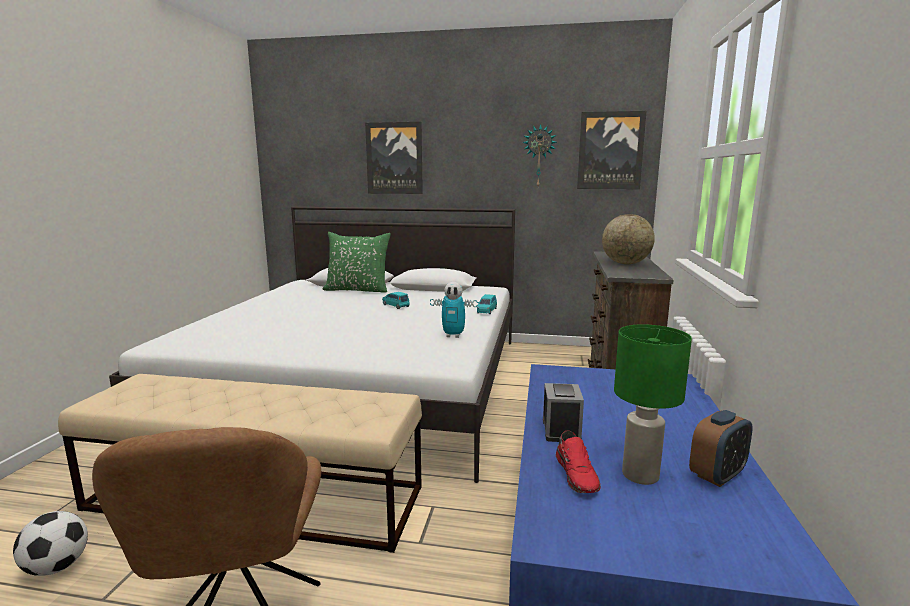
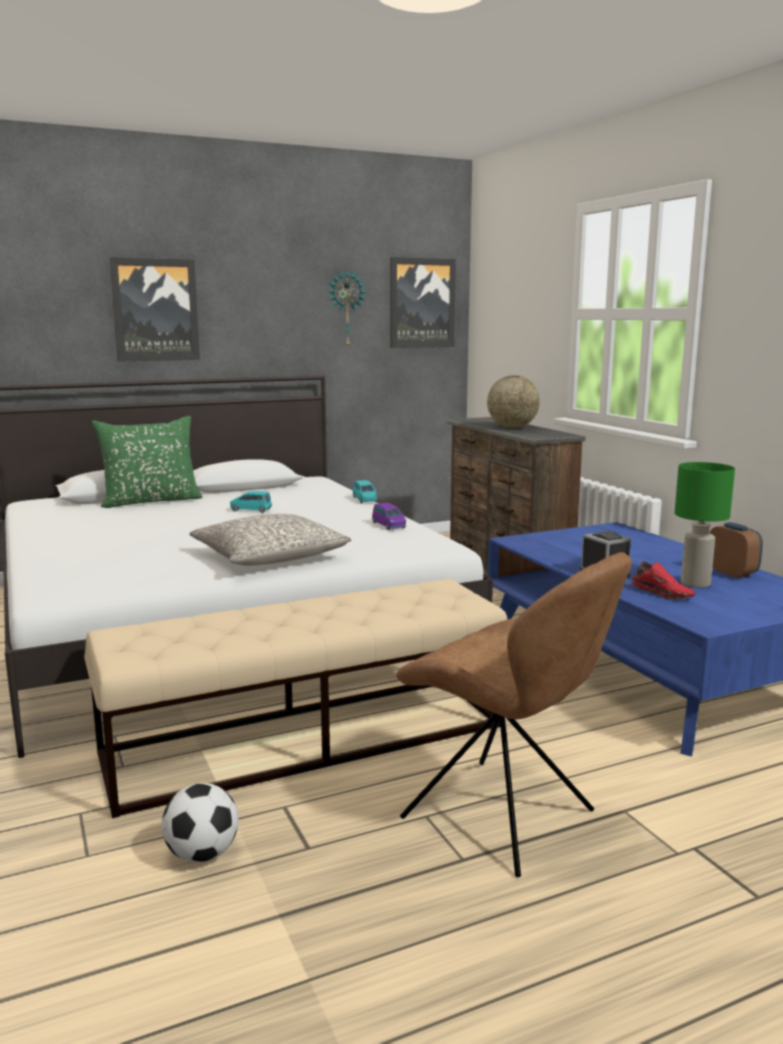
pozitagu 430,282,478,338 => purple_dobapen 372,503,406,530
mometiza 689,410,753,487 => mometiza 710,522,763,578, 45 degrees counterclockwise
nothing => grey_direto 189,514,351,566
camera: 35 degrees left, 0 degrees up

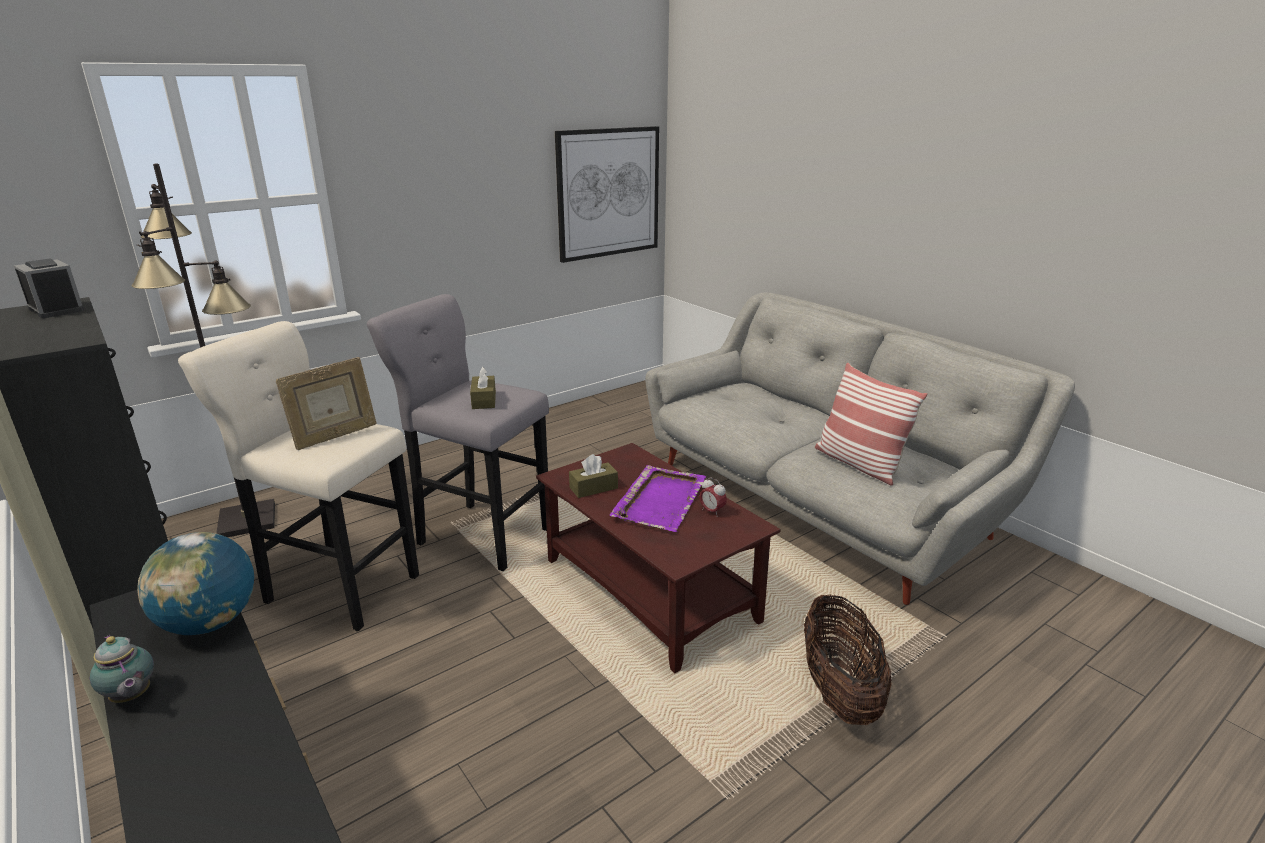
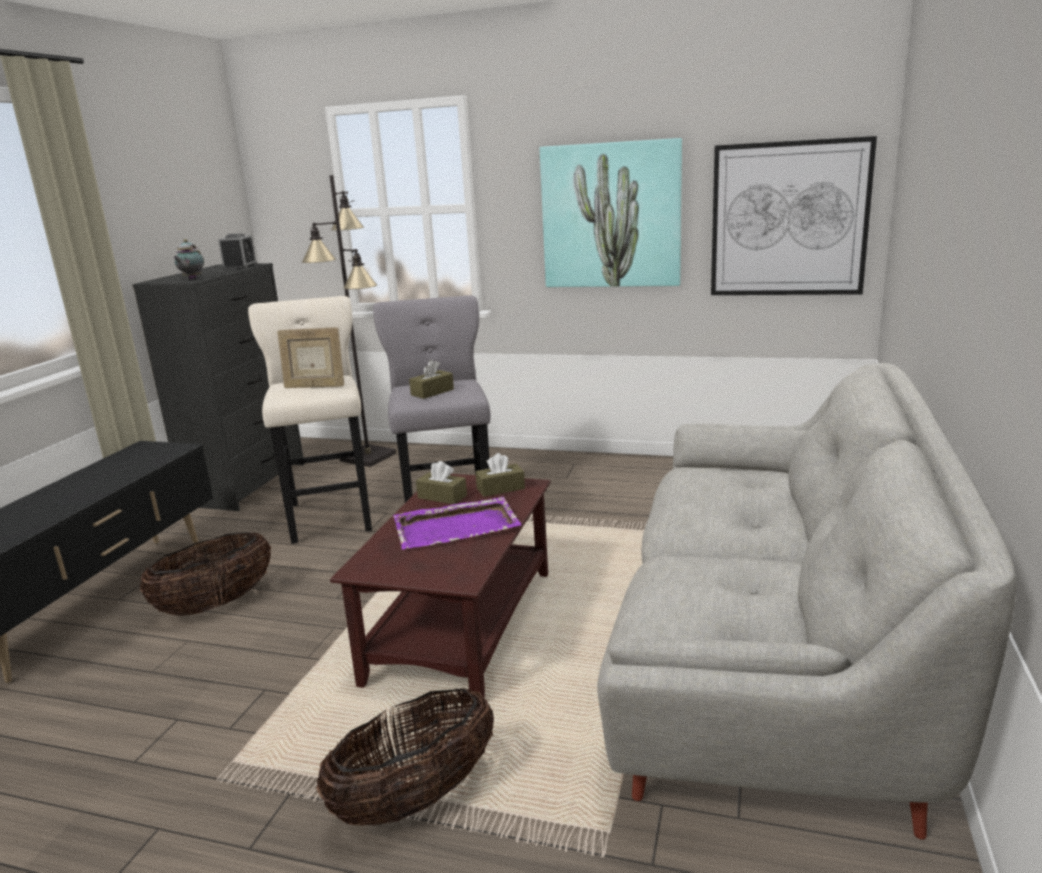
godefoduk 90,635,154,703 => godefoduk 173,239,204,279, move
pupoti 137,532,254,635 => nothing
mometiza 700,477,727,517 => nothing
direto 815,363,927,486 => nothing
nothing => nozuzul 140,532,271,616
nothing => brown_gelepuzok 475,453,525,497
nothing => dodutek 539,138,682,287
camera: 55 degrees right, 5 degrees down

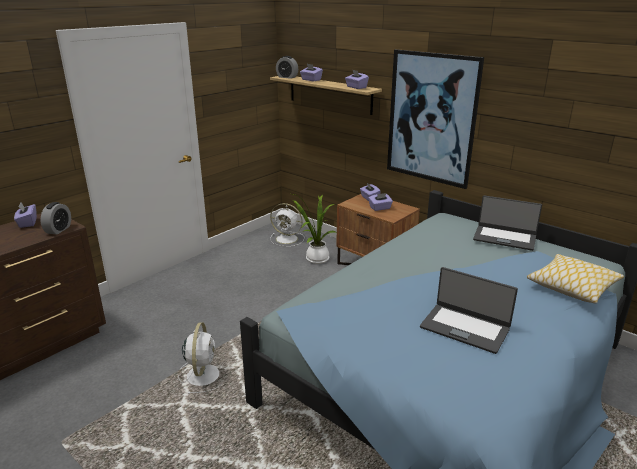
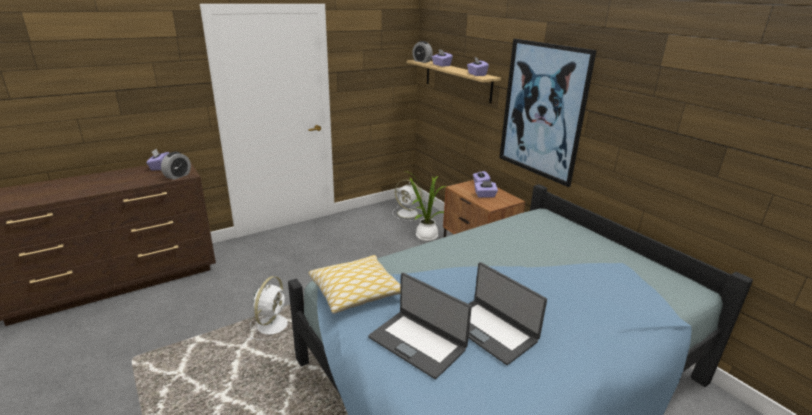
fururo 473,195,542,251 => fururo 368,273,472,379, move
direto 527,254,624,304 => direto 308,255,401,314, move
camera: 15 degrees right, 0 degrees up

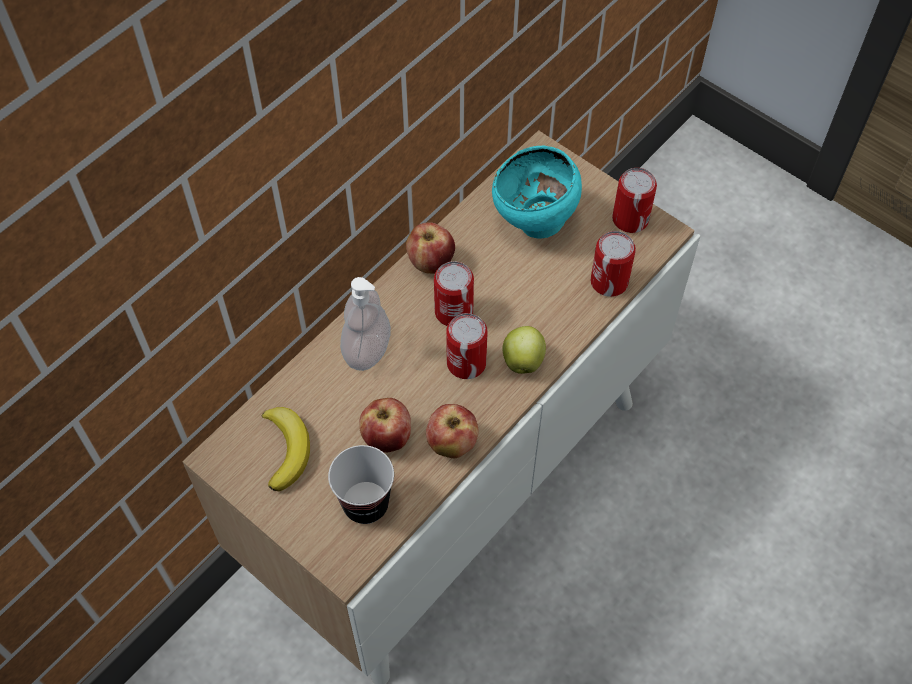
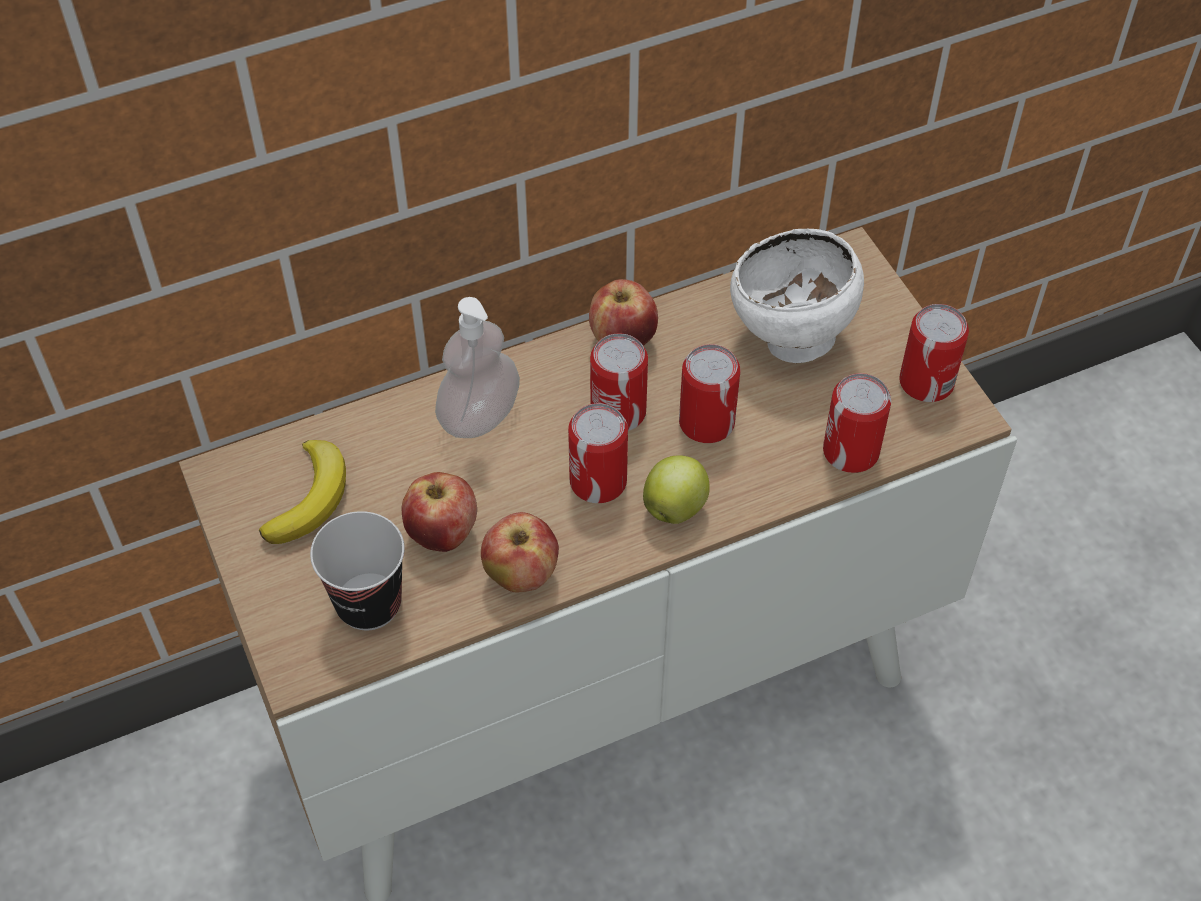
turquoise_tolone 492,146,582,239 => white_tolone 730,229,864,363
nothing => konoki 679,344,740,443
camera: 25 degrees right, 5 degrees down

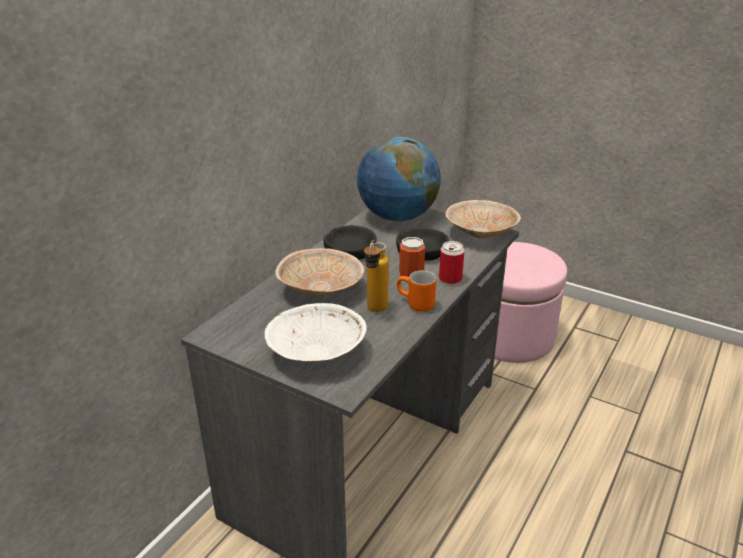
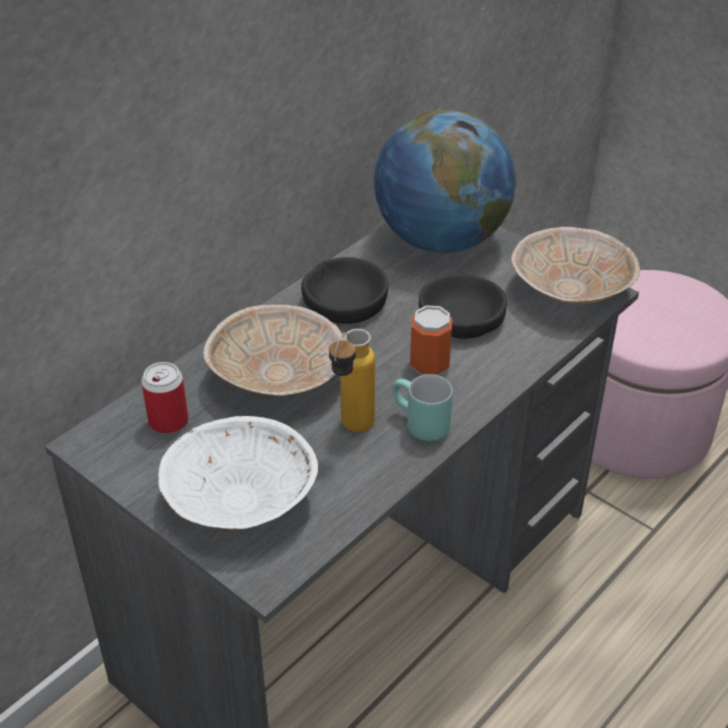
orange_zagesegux 397,271,436,312 => turquoise_zagesegux 393,374,453,441
konoki 439,241,464,284 => konoki 141,362,188,434, move
camera: 10 degrees right, 10 degrees up

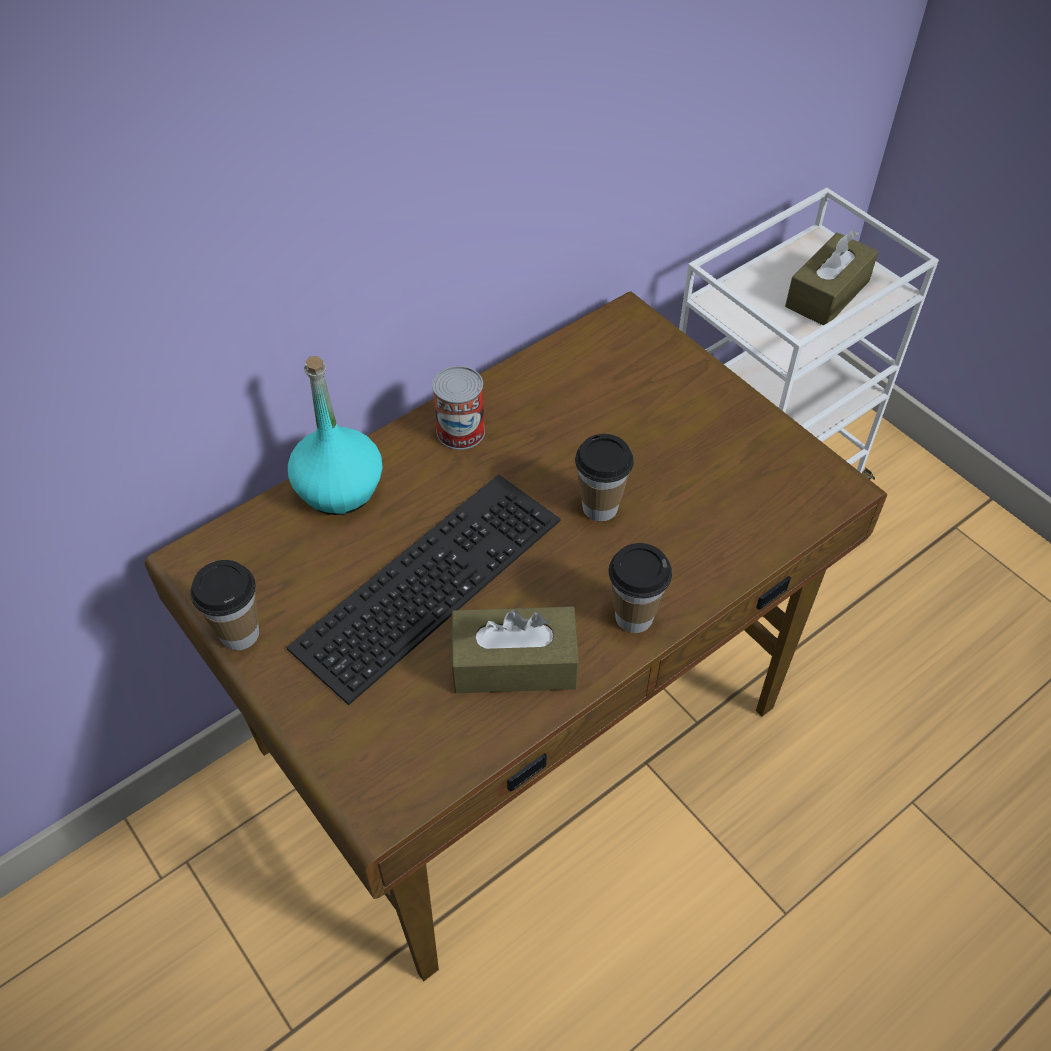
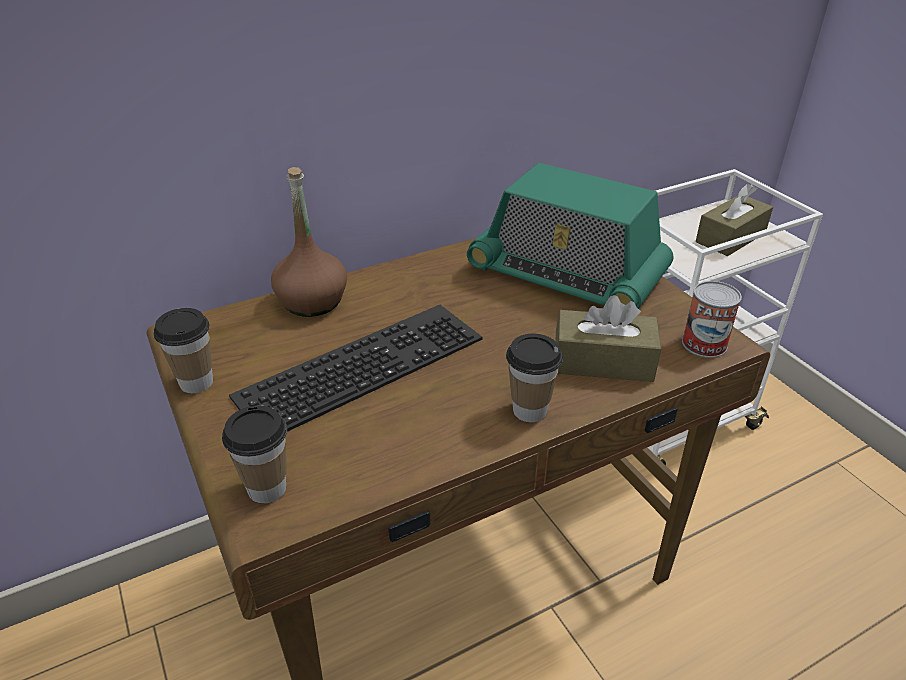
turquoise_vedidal 288,356,383,515 => brown_vedidal 271,167,347,317
konoki 432,366,485,450 => konoki 682,281,742,358, move
brown_gelepuzok 451,606,579,693 => brown_gelepuzok 556,295,661,382, move
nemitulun 575,434,634,522 => nemitulun 222,405,287,504, move
nothing => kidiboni 467,163,673,309
camera: 10 degrees right, 15 degrees down

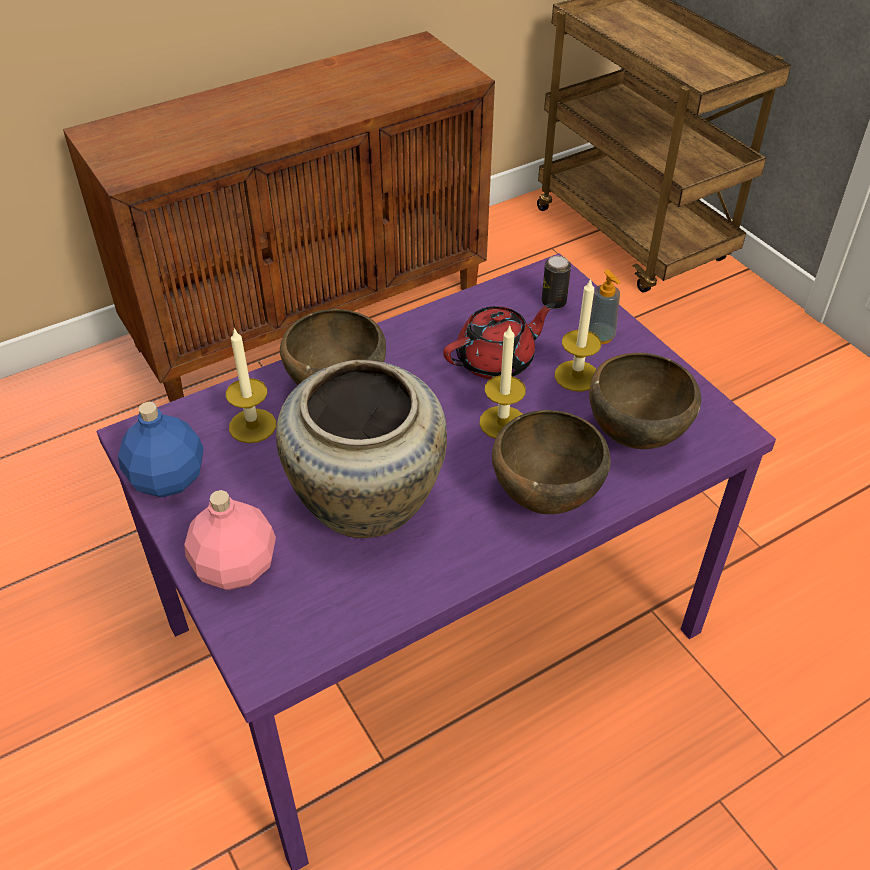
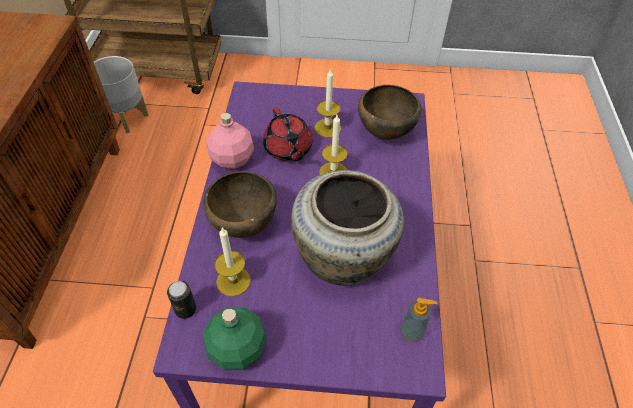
blue_vedidal 118,402,204,497 => green_vedidal 203,308,266,370
pink_vedidal 184,490,276,590 => pink_vedidal 206,113,254,169, move
red_godefoduk 443,303,555,379 => red_godefoduk 263,107,313,161, 150 degrees clockwise
brown_tolone 492,410,611,514 => nothing
konoki 541,256,571,309 => konoki 167,281,196,319, move
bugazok 588,270,620,344 => bugazok 400,298,438,342, move
nothing => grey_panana 94,56,148,133
camera: 55 degrees left, 5 degrees up

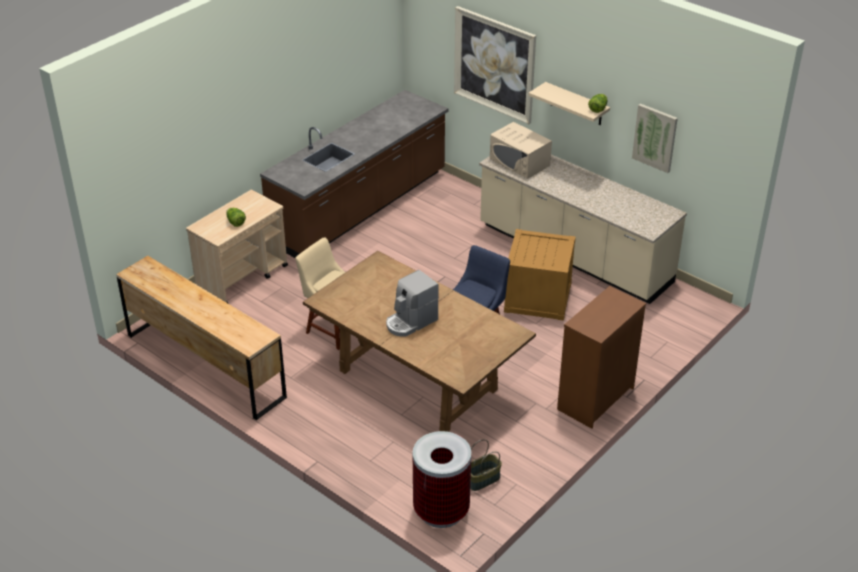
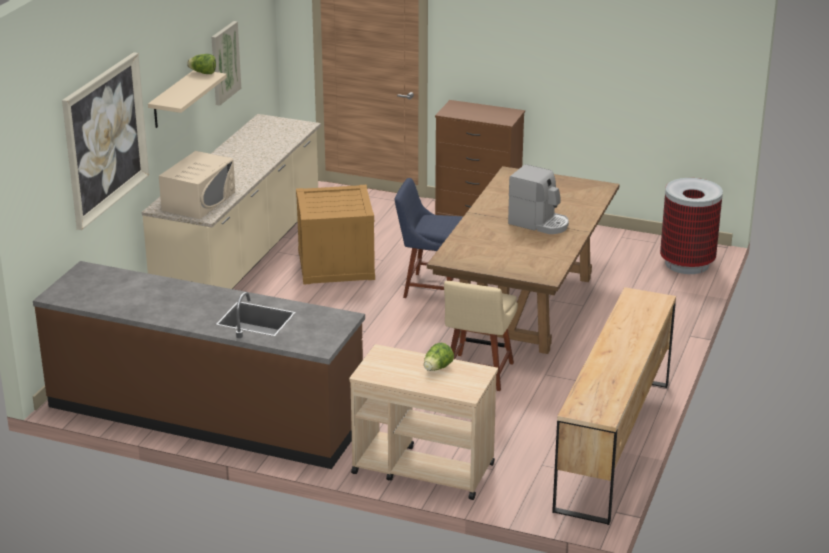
nozuzul 470,439,502,491 => nothing
camera: 110 degrees left, 10 degrees down

